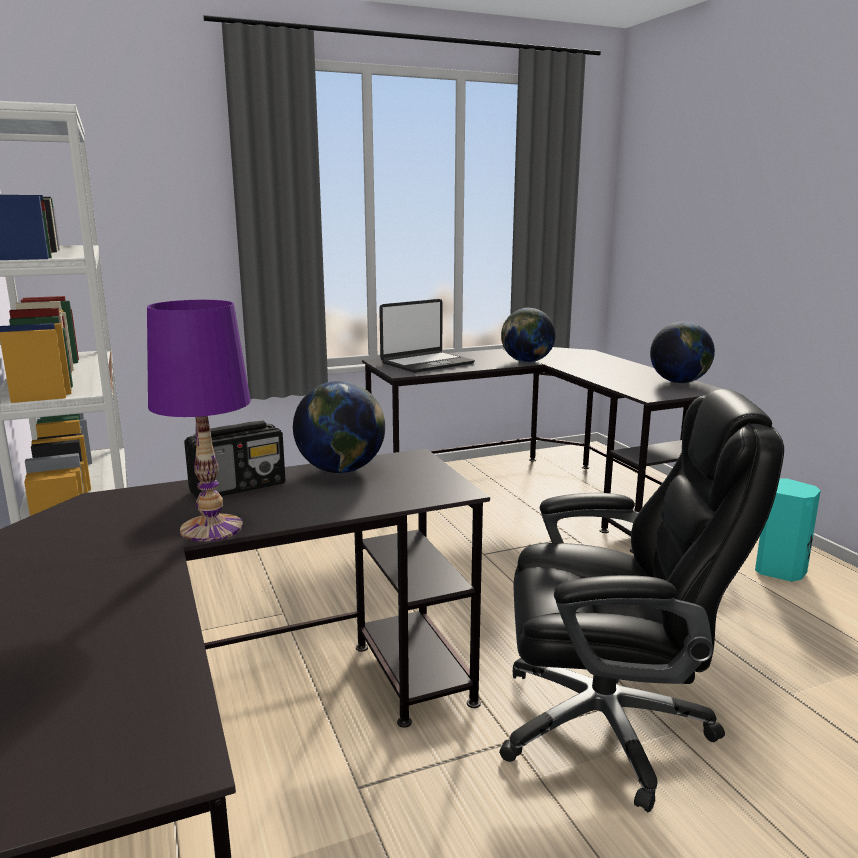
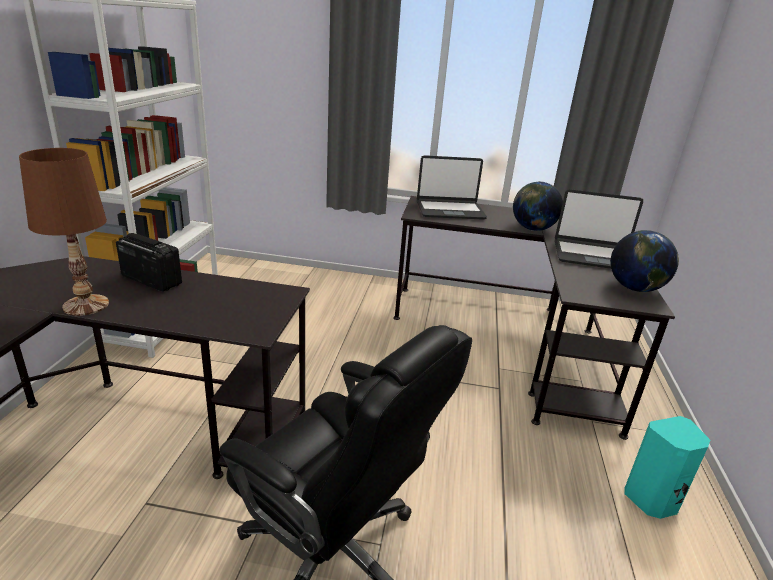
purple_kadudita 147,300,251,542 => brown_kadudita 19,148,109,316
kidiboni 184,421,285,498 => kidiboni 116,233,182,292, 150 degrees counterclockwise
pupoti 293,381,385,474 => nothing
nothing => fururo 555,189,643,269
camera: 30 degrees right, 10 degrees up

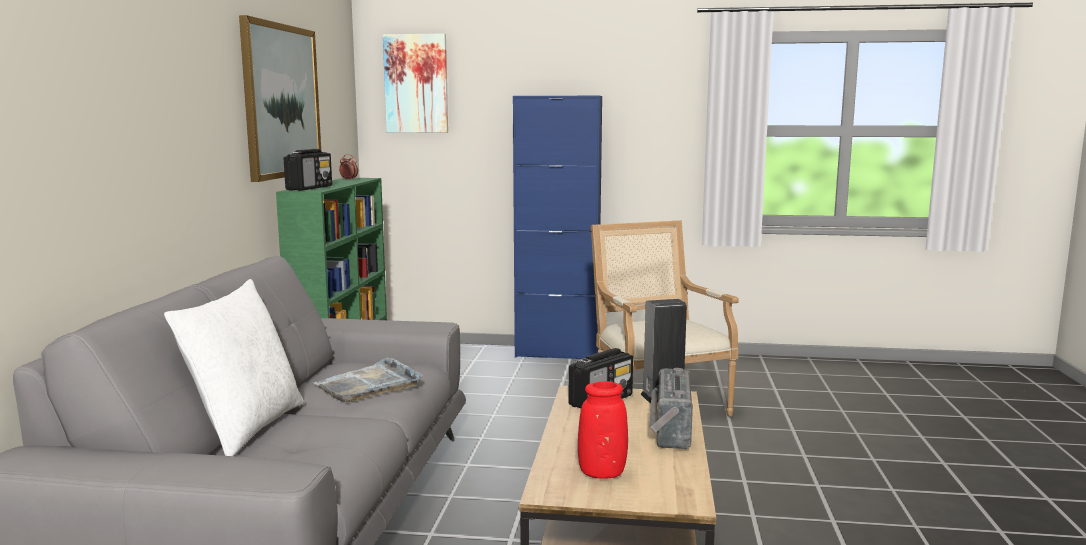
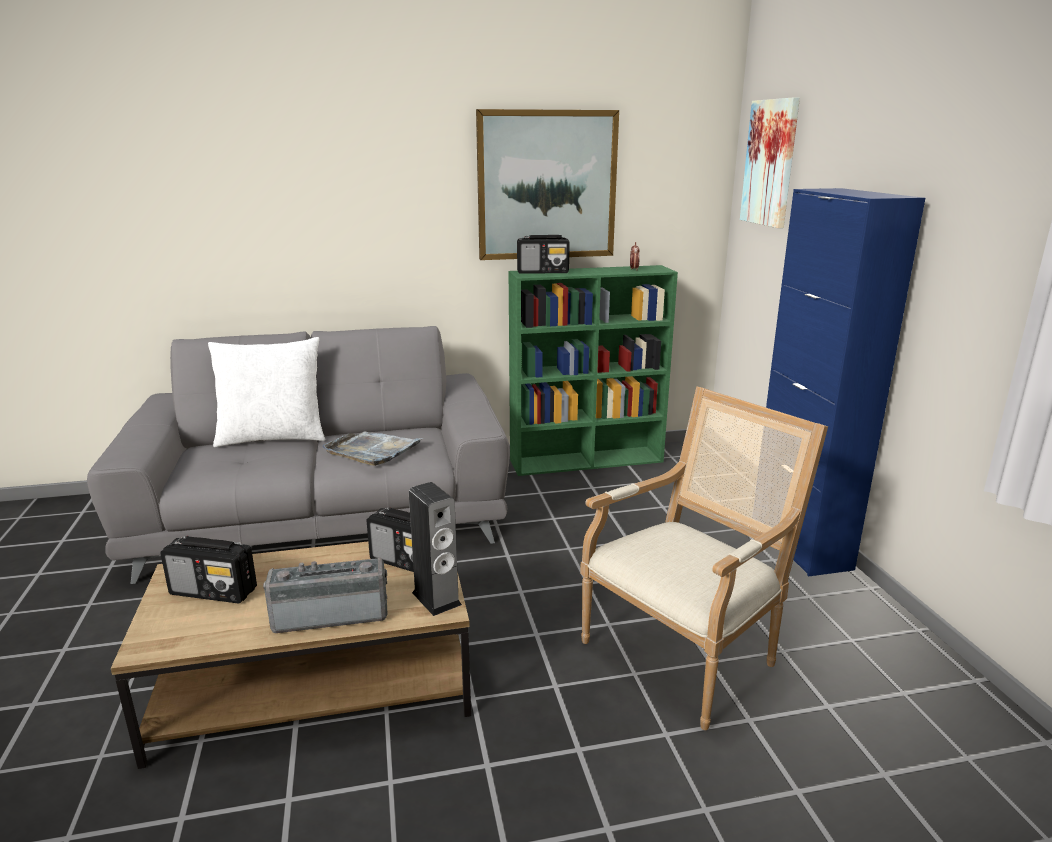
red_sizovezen 578,381,628,479 => kidiboni 160,536,257,604
camera: 70 degrees right, 10 degrees up

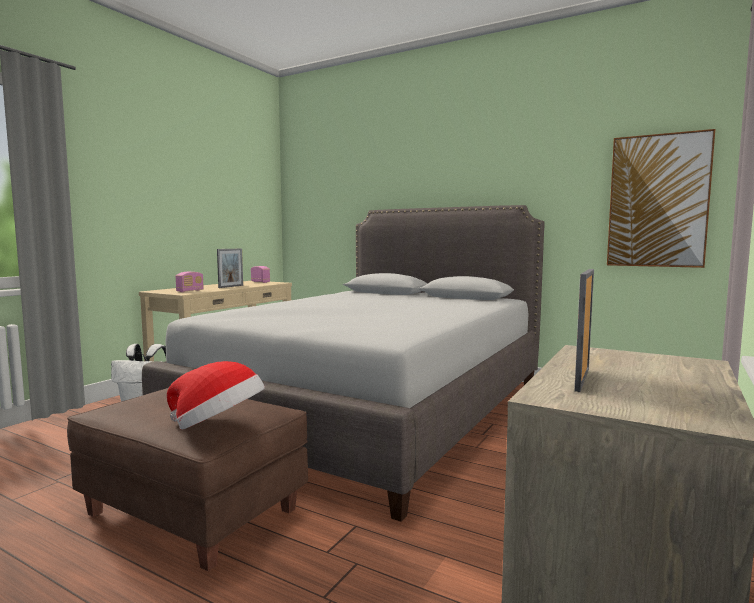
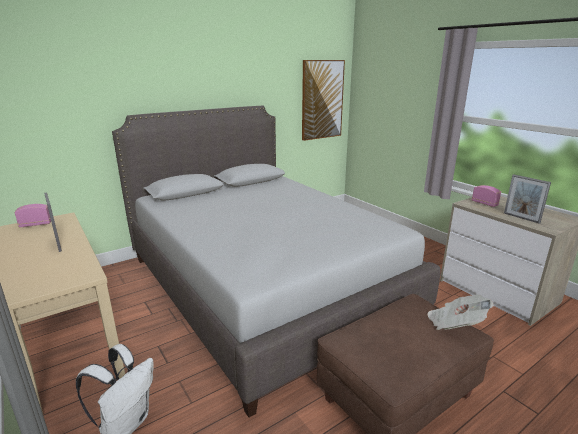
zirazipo 167,361,265,430 => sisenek 427,294,494,330
kidiboni 176,272,204,292 => kidiboni 472,185,501,207, move
camera: 65 degrees left, 15 degrees up

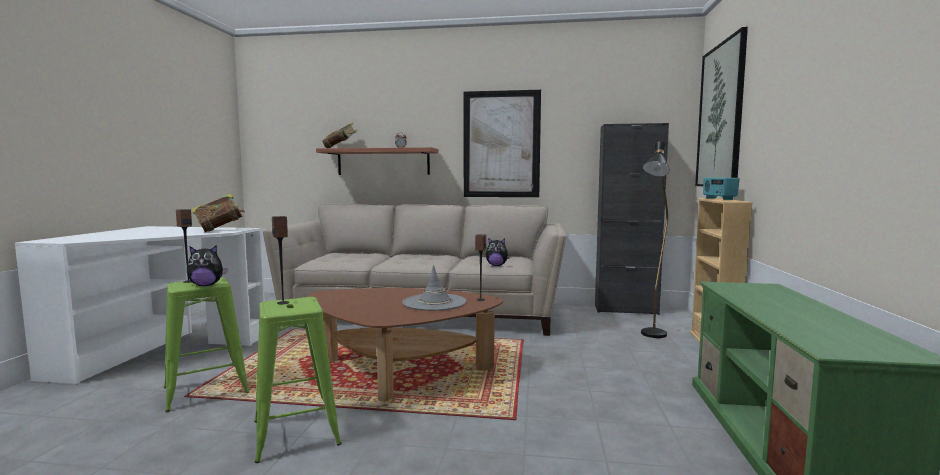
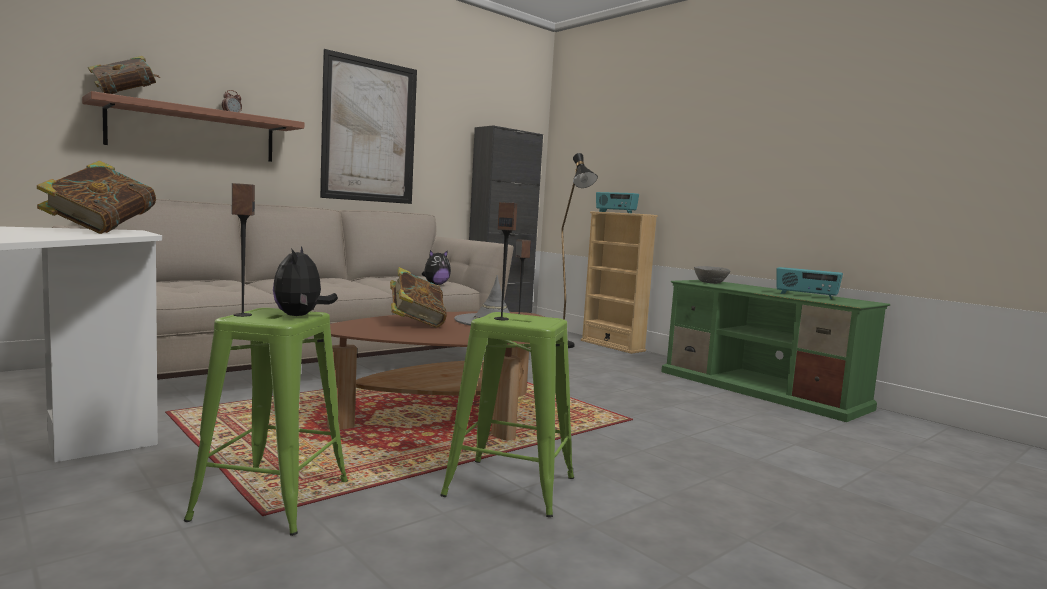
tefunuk 187,246,228,286 => tefunuk 273,247,338,316, 150 degrees clockwise
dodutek 695,27,748,186 => nothing
nothing => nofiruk 390,267,447,328
nothing => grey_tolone 694,266,730,284
nothing => kidiboni 777,267,843,299
camera: 50 degrees left, 0 degrees up

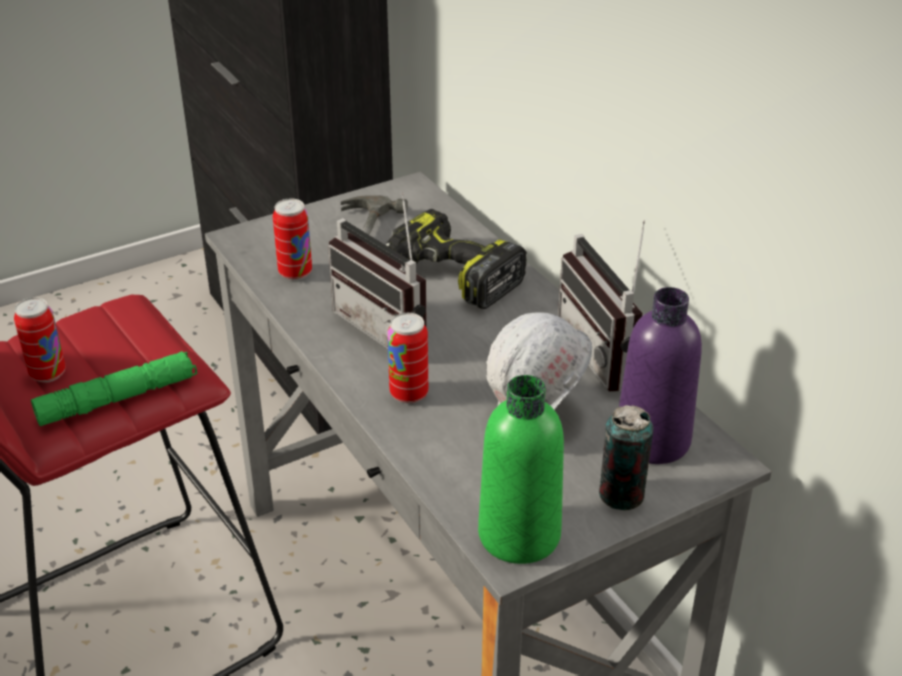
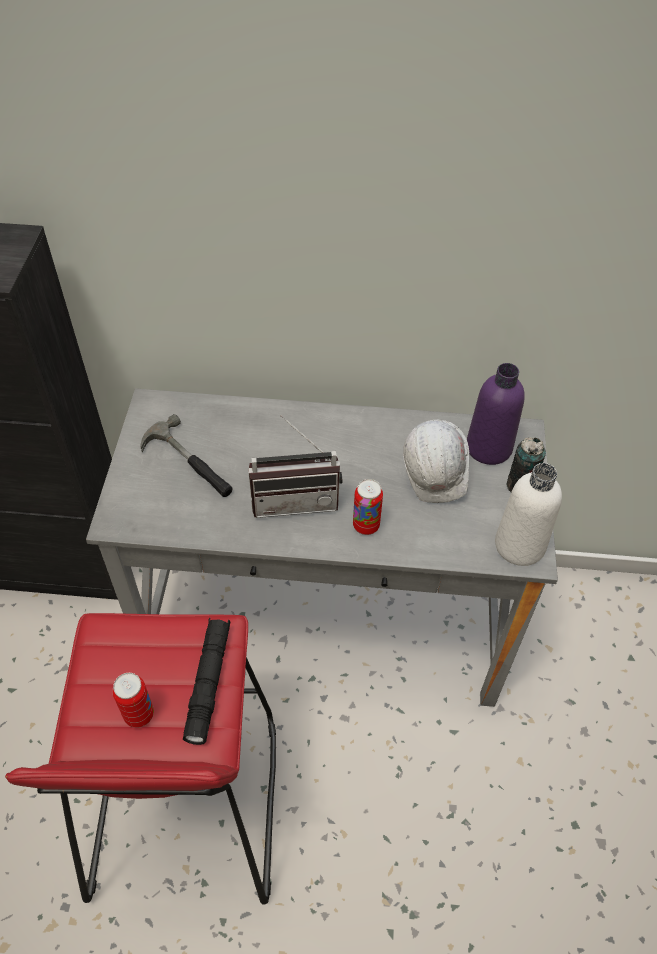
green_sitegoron 31,351,197,426 => black_sitegoron 183,618,230,745
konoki 273,199,312,280 => nothing
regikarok 385,209,527,309 => nothing
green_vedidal 478,375,564,564 => white_vedidal 495,463,562,566
kidiboni 558,220,645,392 => nothing
camera: 55 degrees left, 15 degrees up

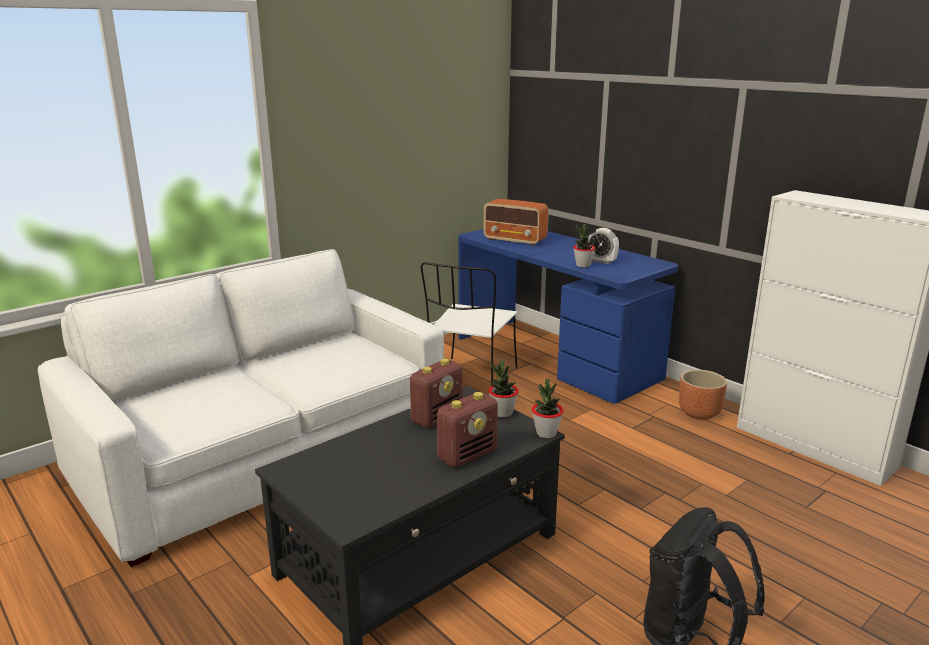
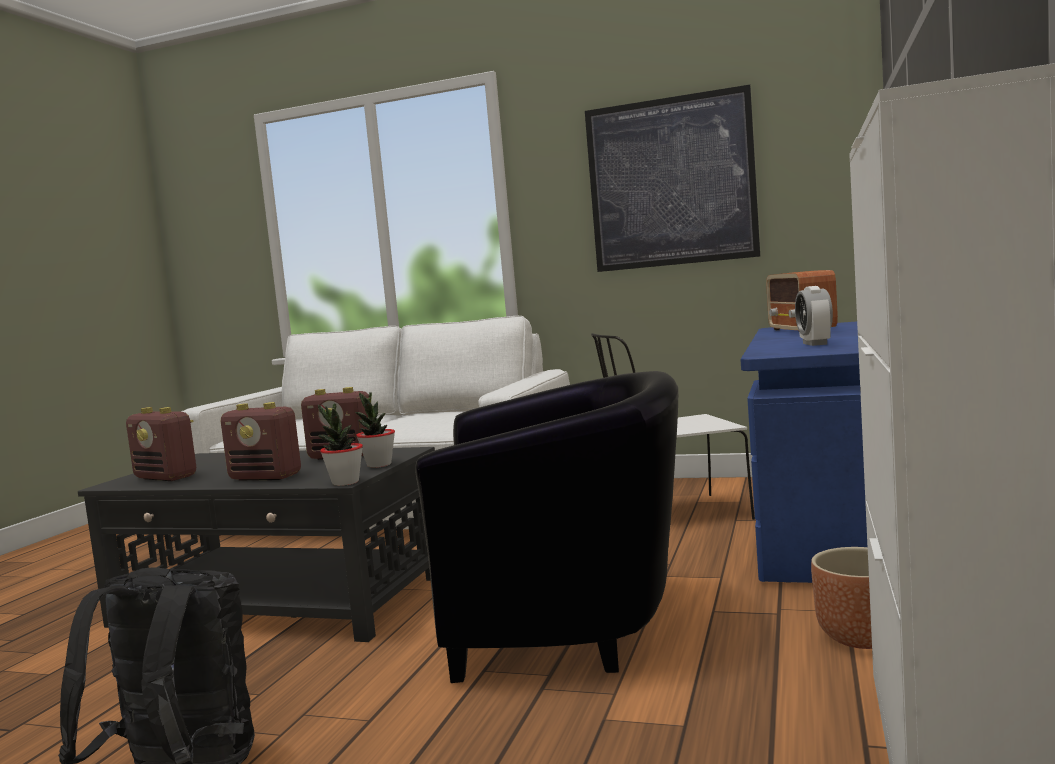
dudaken 573,224,596,268 => nothing
nothing => kidiboni 126,407,196,481
nothing => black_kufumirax 415,371,678,683
nothing => dodutek 585,85,760,272
camera: 60 degrees right, 15 degrees down

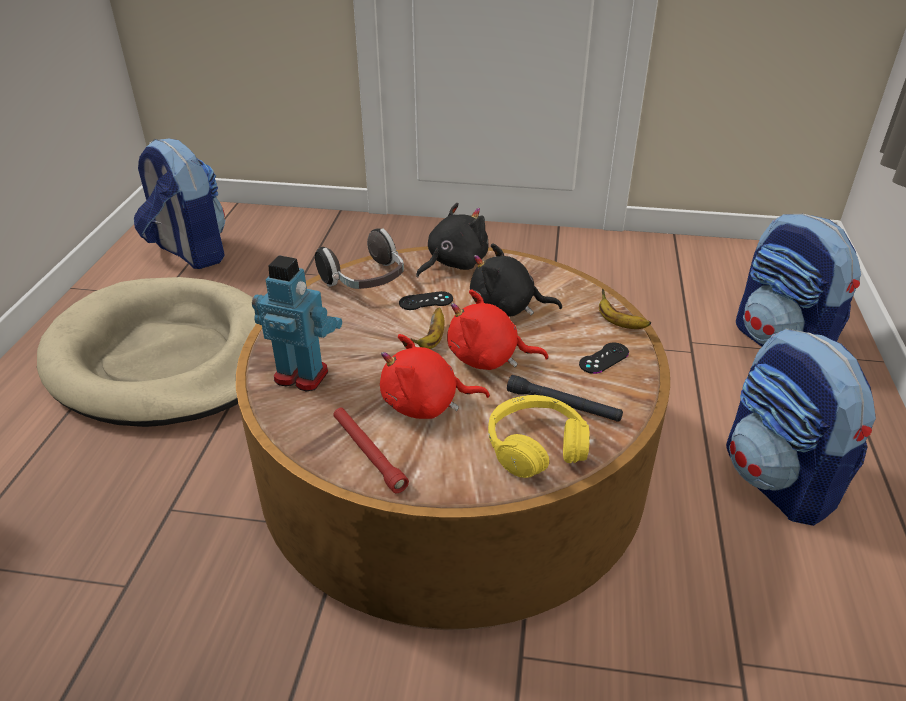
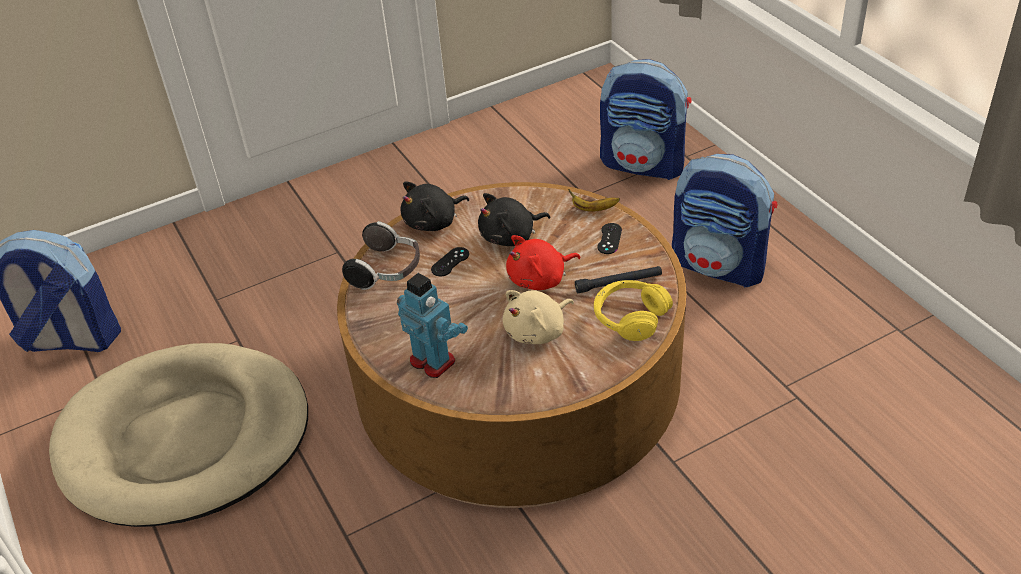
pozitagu 252,255,342,391 => pozitagu 397,273,468,378, 60 degrees clockwise
red_sitegoron 333,408,409,493 => nothing
red_tefunuk 380,334,490,419 => beige_tefunuk 503,290,574,344
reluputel 411,307,444,349 => nothing
black_tefunuk 416,203,488,277 => black_tefunuk 400,182,469,231, 135 degrees counterclockwise
camera: 35 degrees left, 5 degrees up

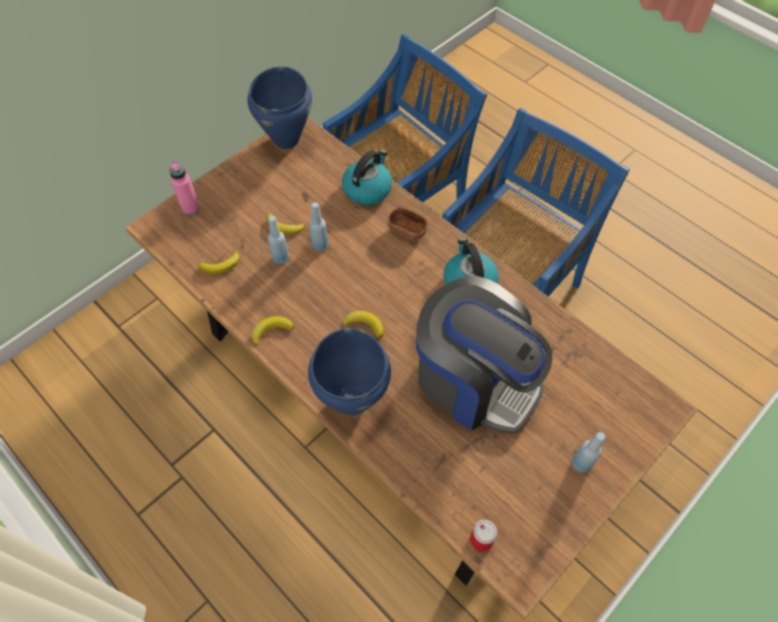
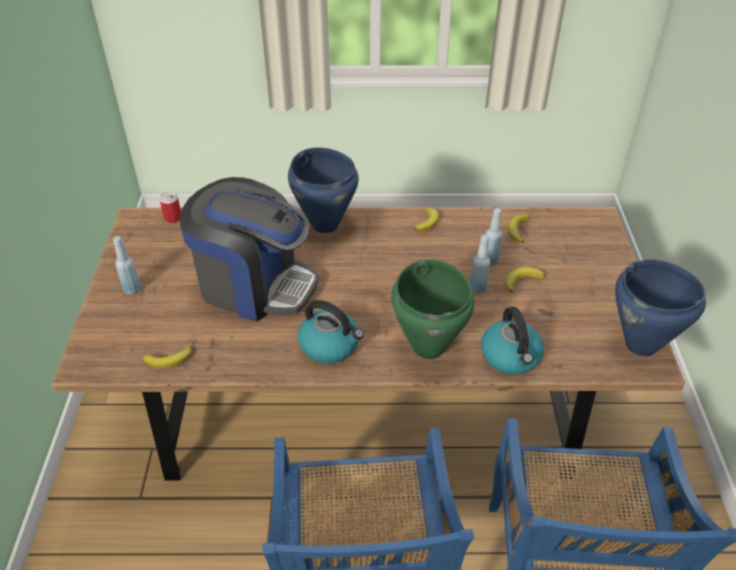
pink_vedidal 170,161,200,215 => nothing
reluputel 343,311,384,338 => reluputel 143,346,191,368, move
brown_tolone 387,207,428,242 => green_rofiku 391,259,475,359
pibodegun 416,276,552,434 => pibodegun 180,177,319,322, 150 degrees counterclockwise
camera: 135 degrees right, 15 degrees down

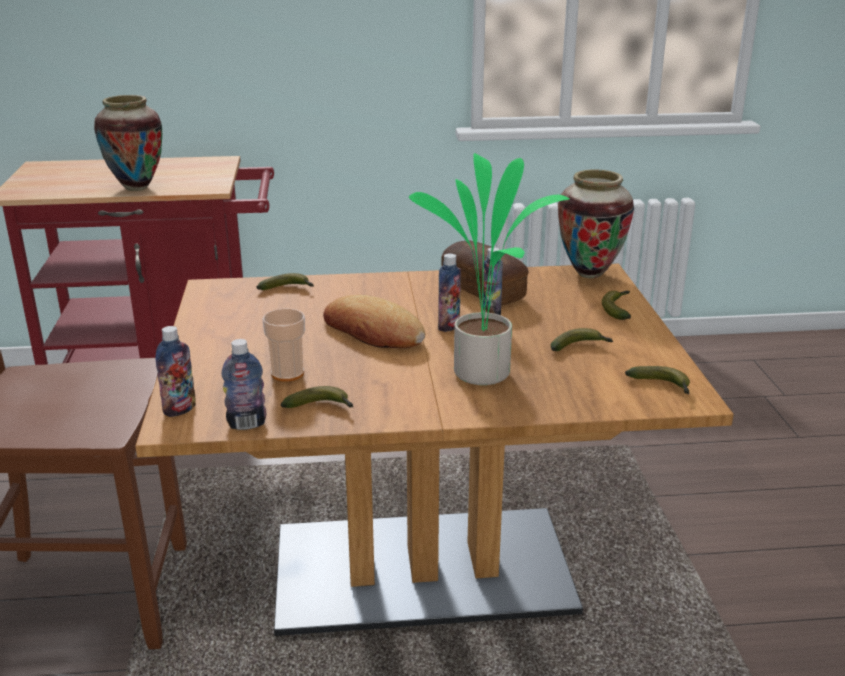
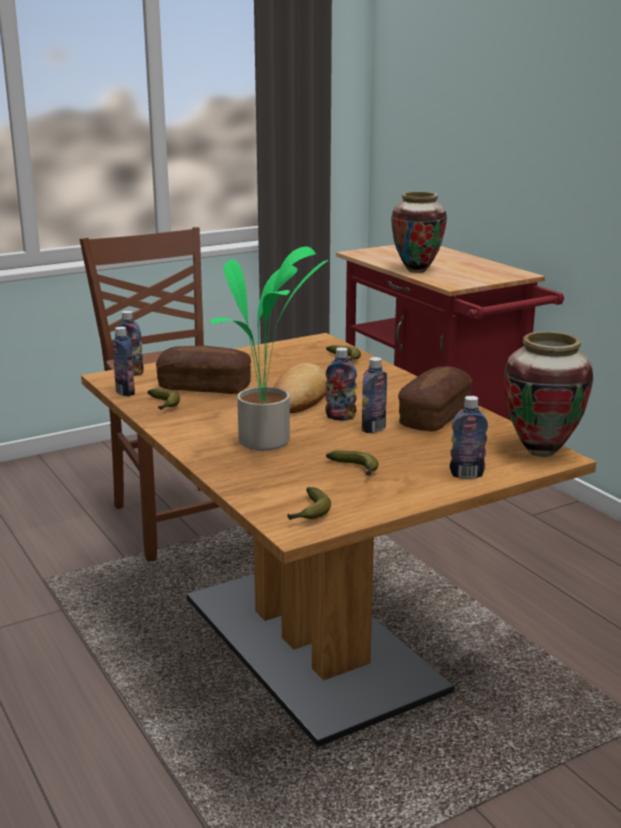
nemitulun 263,309,305,381 => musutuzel 156,346,251,394
reluputel 602,291,631,320 => vedidal 450,396,488,479
camera: 65 degrees right, 5 degrees down

